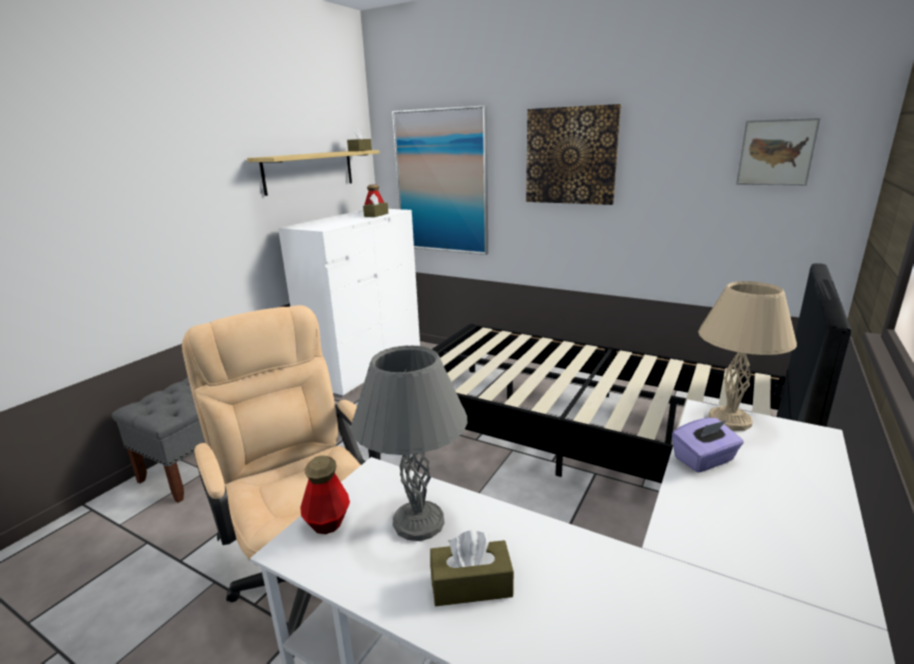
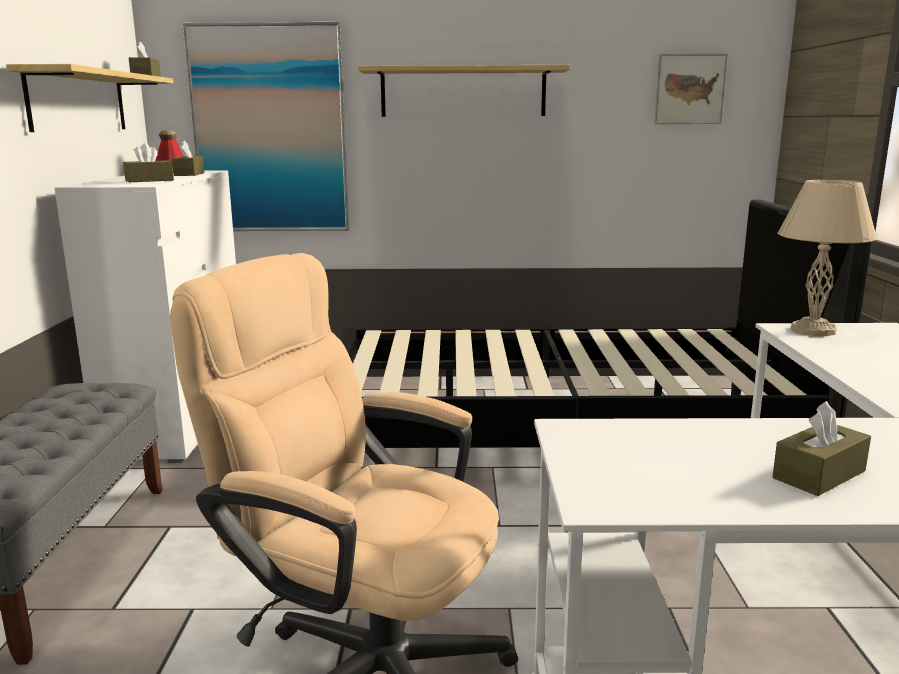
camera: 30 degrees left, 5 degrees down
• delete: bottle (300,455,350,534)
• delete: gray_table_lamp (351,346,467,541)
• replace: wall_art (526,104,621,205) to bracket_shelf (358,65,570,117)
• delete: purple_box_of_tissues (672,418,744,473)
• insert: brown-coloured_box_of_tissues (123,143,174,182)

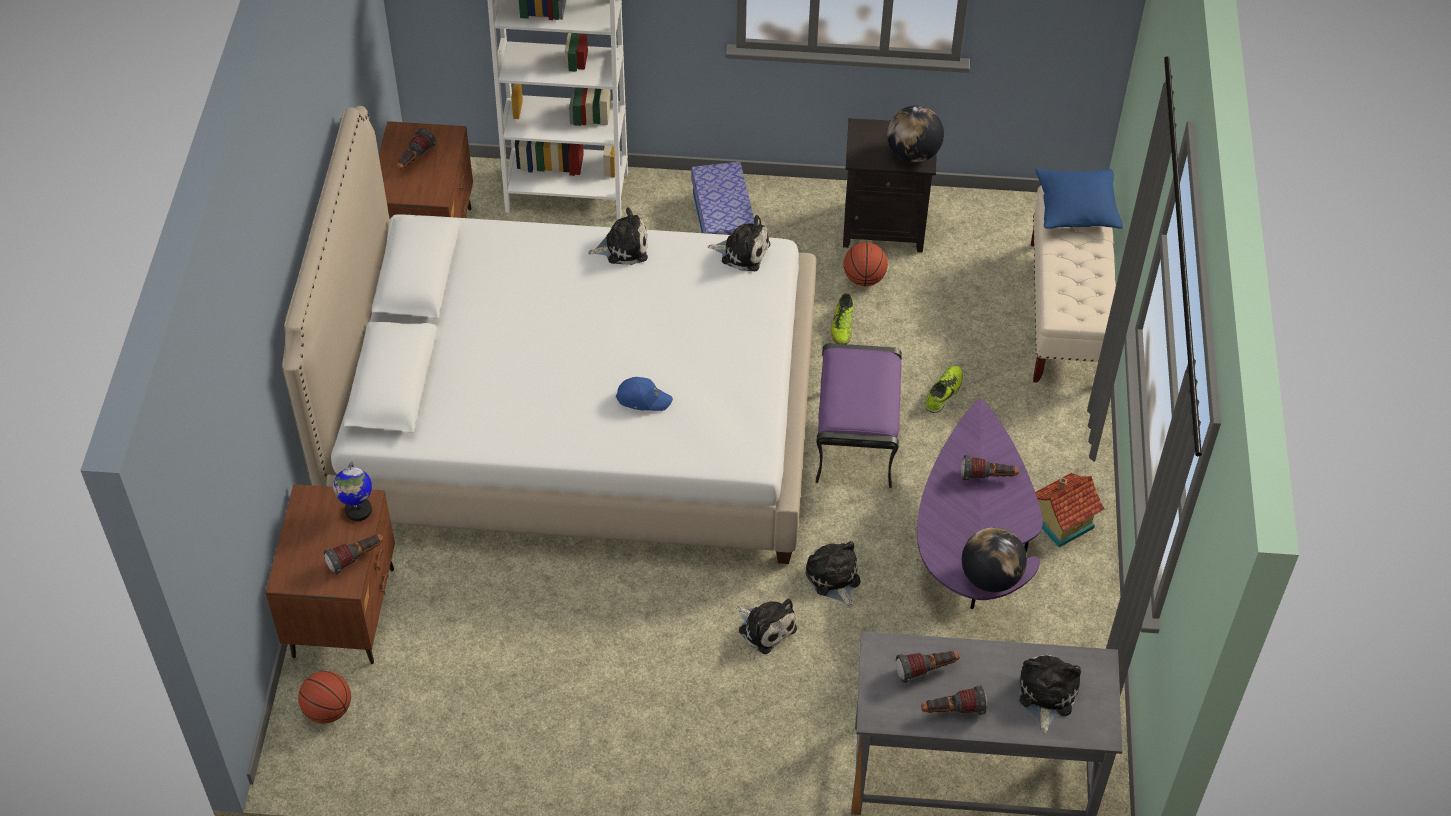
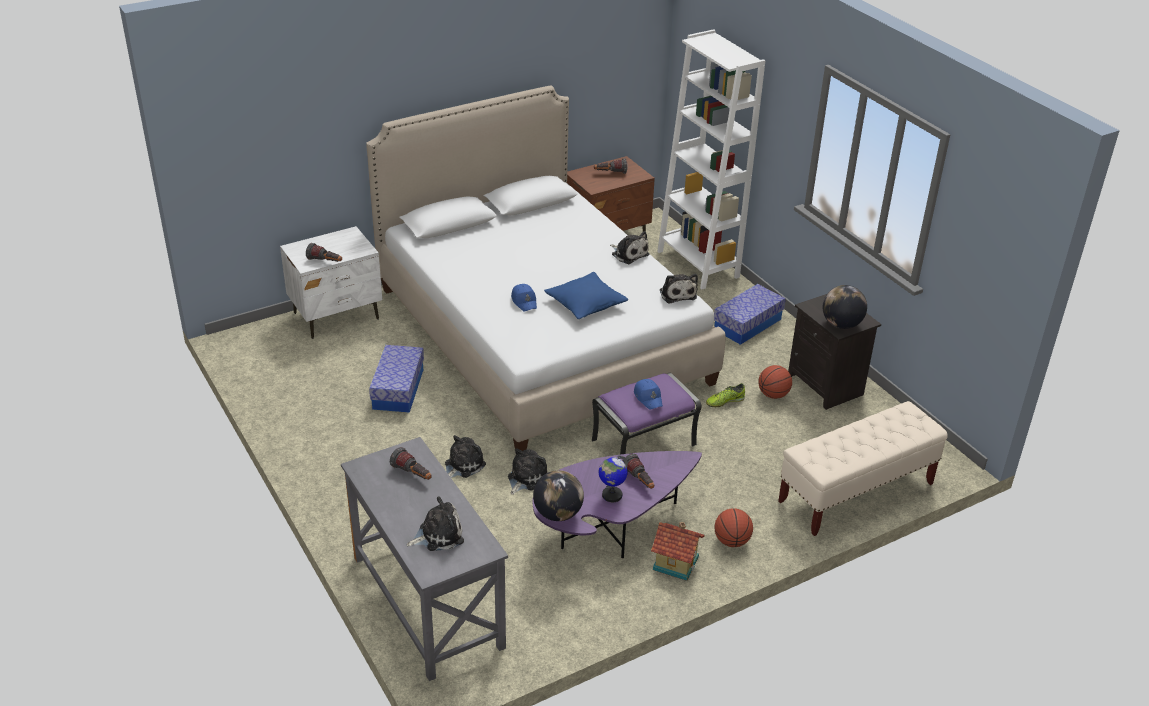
camera: 55 degrees right, 15 degrees down
• recolor: brown-coloured_night_table (265,484,395,664) to whitish_night_table (280,226,382,339)
• move: ball_for_basketball (298,671,351,724) to (714,508,753,547)
• move: world_globe (333,461,372,521) to (599,455,628,502)
• rotate: plush_toy (735,598,797,654) = (445,435,486,478) 150 degrees counterclockwise
• delete: hand_torch (921,685,987,715)
• delete: item_of_footwear (925,365,963,413)
• move: blue-coloured_pillow (1036,168,1123,229) to (544,272,628,319)
• insert: storage_box (369,345,424,413)
• insert: blue-coloured_baseball_cap (634,379,663,409)

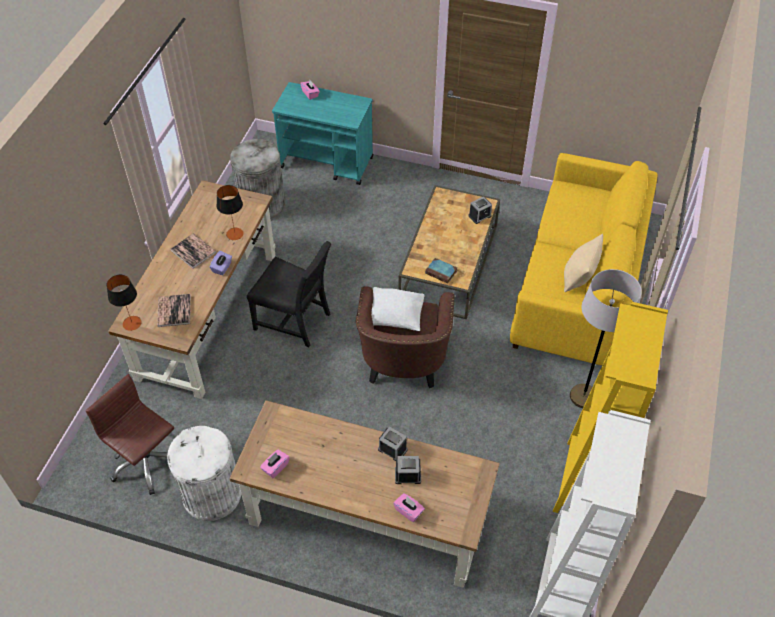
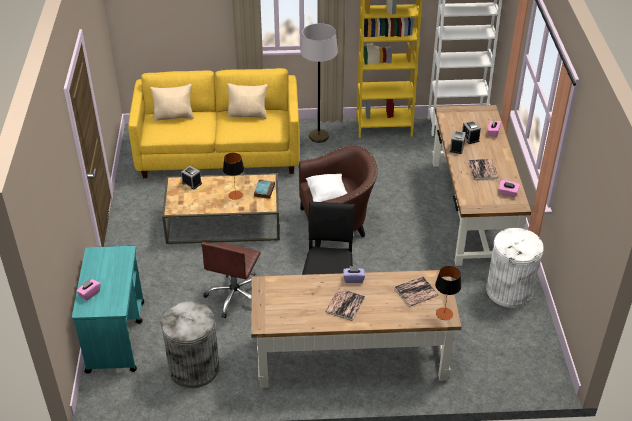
camera: 110 degrees left, 10 degrees down
• move: brown-coloured_computer_chair (86,374,174,495) to (201,242,261,318)
• move: table_lamp (217,185,244,240) to (223,153,244,200)
• insert: beige-coloured_pillow (151,84,194,121)
• insert: bound_book (468,159,499,180)

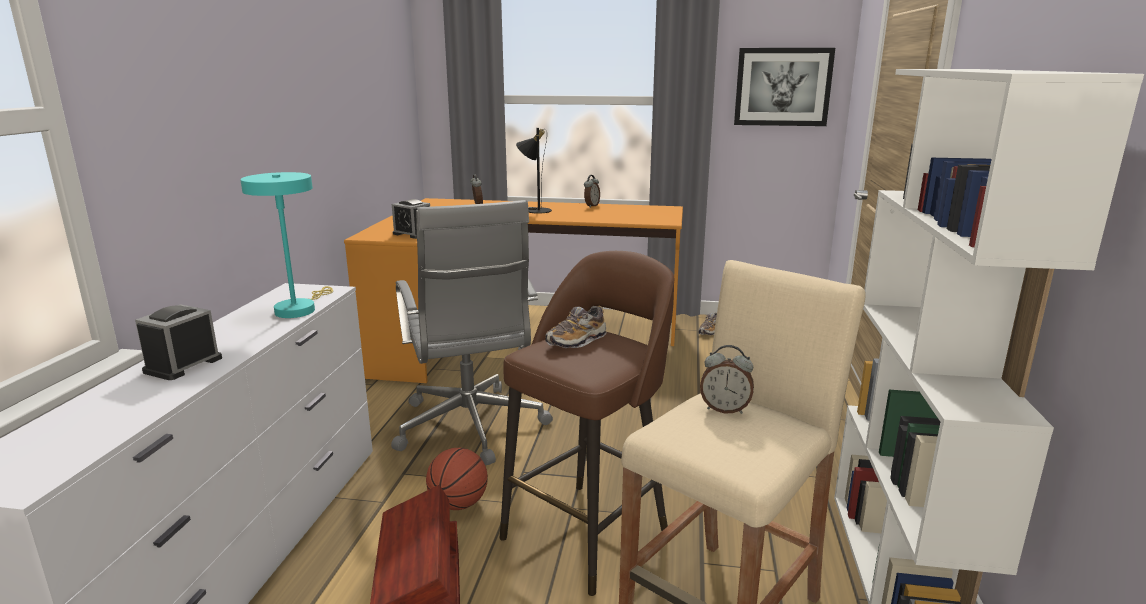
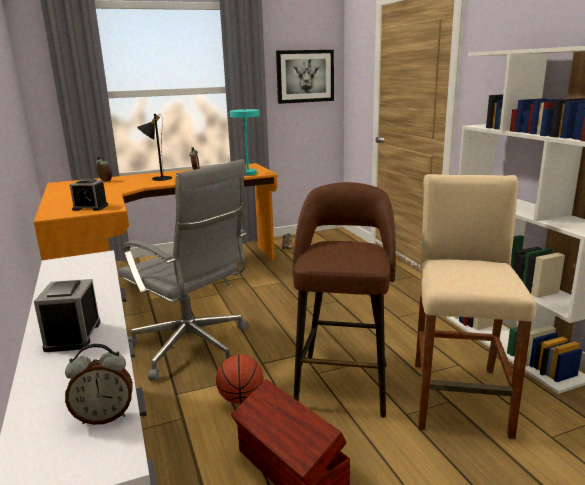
camera: 30 degrees left, 0 degrees up
• move: turquoise-coloured_table_lamp (240,172,333,318) to (230,109,259,176)
• delete: item_of_footwear (545,306,607,348)
• move: table_clock (700,345,754,414) to (65,344,133,425)

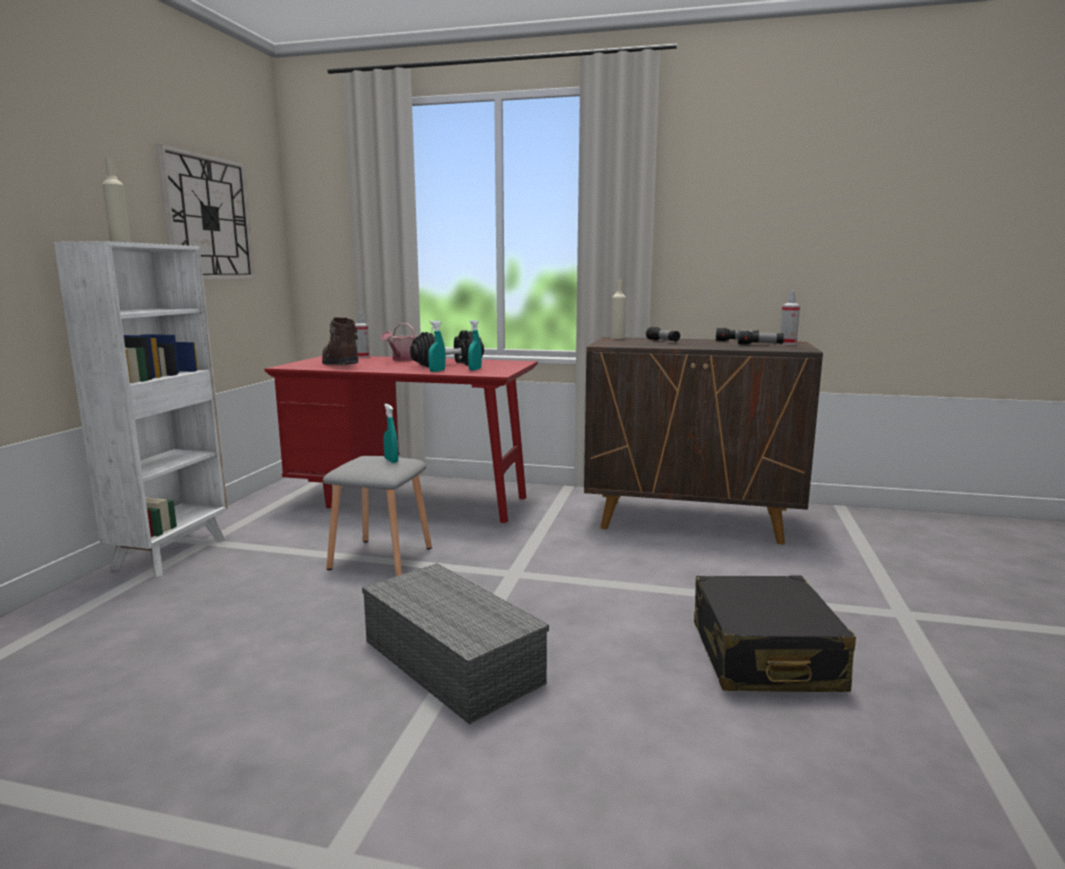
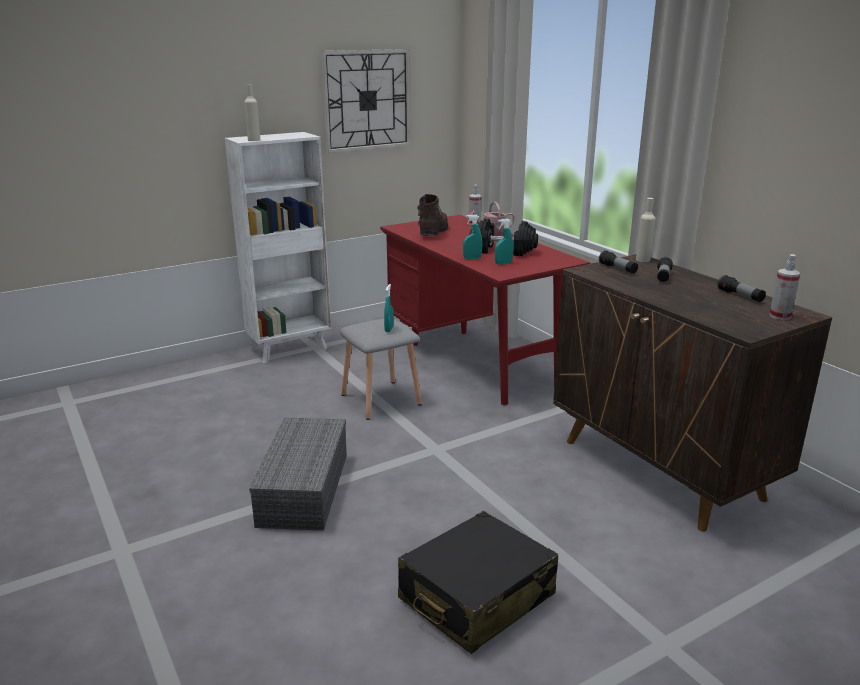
camera: 45 degrees right, 10 degrees up
• move: hand_torch (738,331,784,345) to (599,250,638,274)

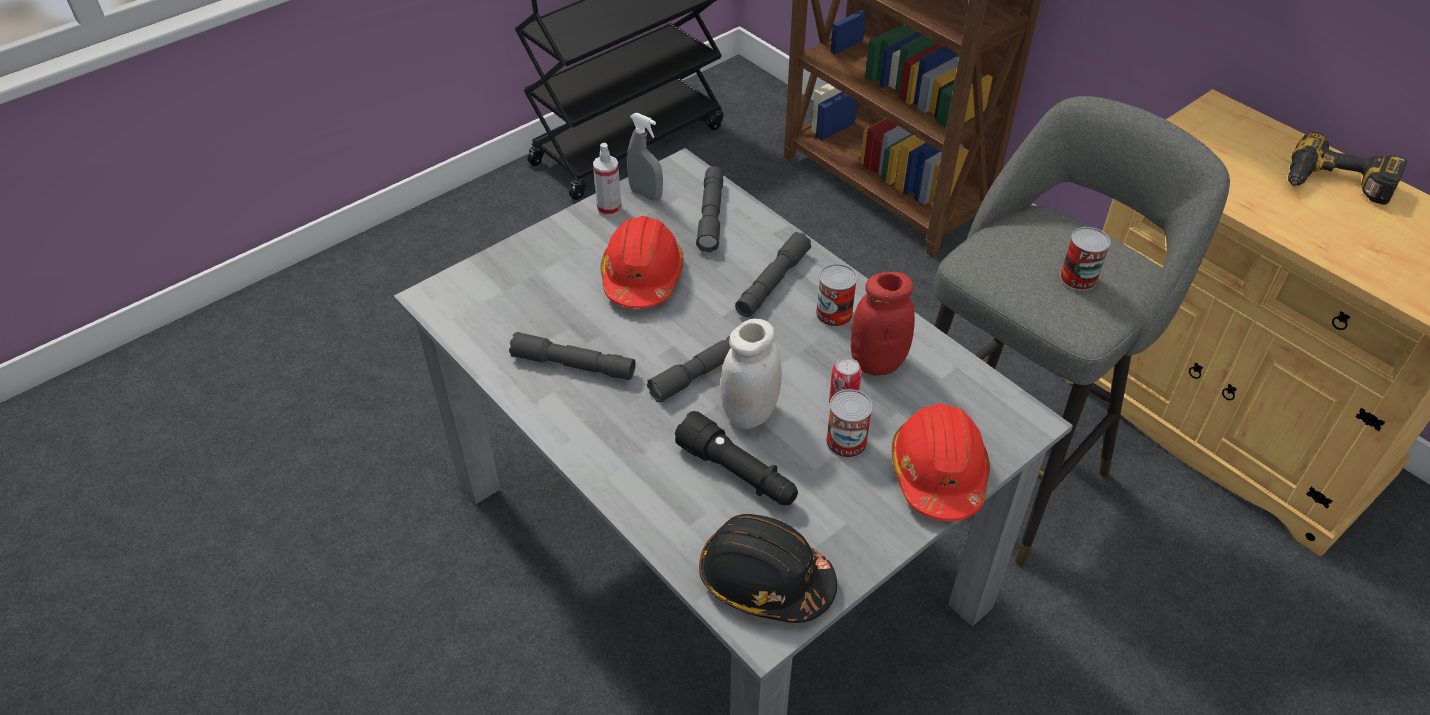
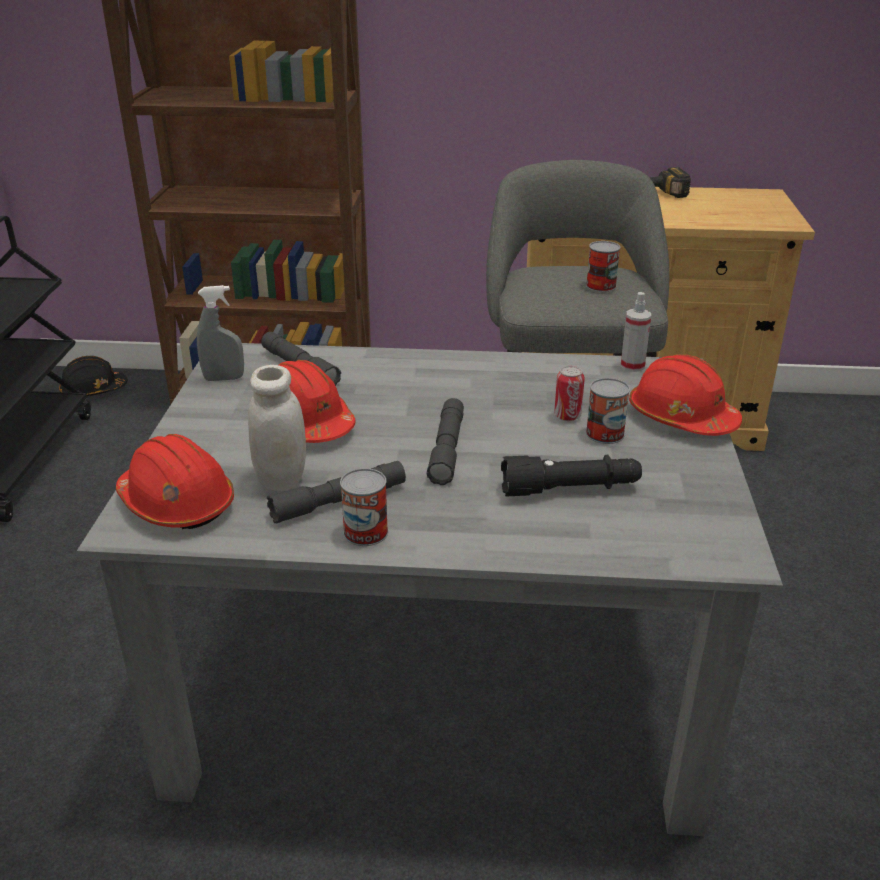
camera: 45 degrees left, 15 degrees down
• move: spray_bottle (593,143,622,216) to (621,292,651,372)
• move: black_work_helmet (699,514,837,623) to (59,356,128,396)
• move: whitish_storage_jar (721,319,782,429) to (248,365,306,491)
• delete: gray_hand_torch (735,232,812,317)
• move: sealed_can (816,264,857,327) to (340,468,388,546)
• delete: red_storage_jar (851,272,915,376)
• insert: red_work_helmet (116,434,234,529)

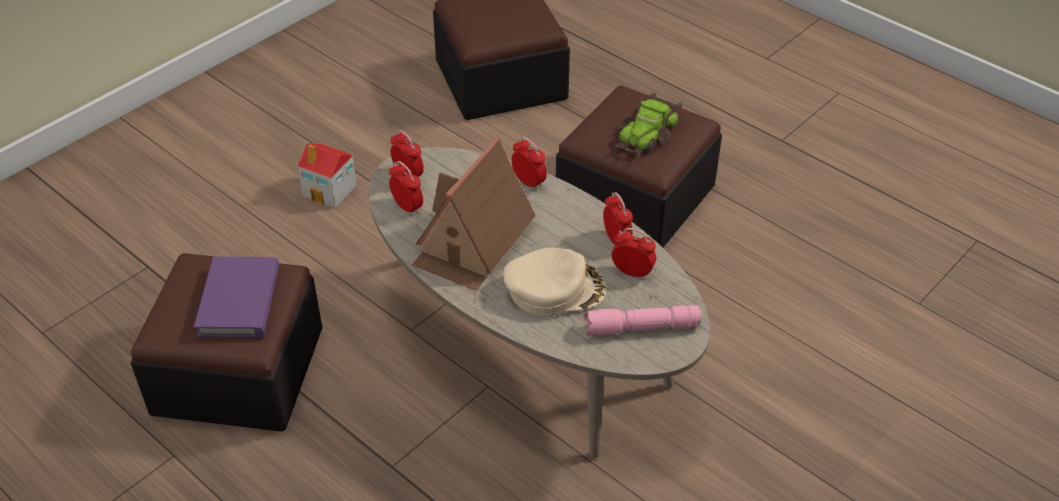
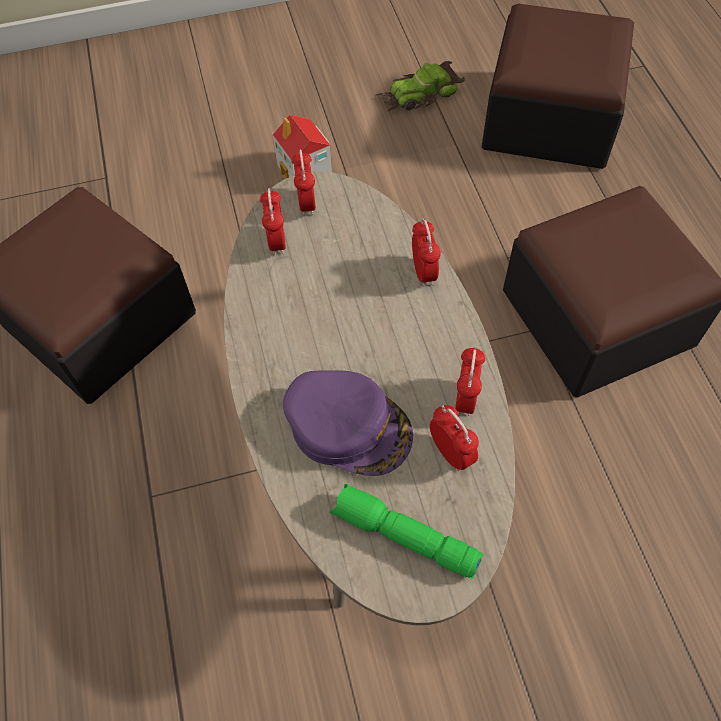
camera: 35 degrees right, 15 degrees up
• delete: purple_bound_book (194,257,279,338)
• delete: toy_house (412,136,536,291)
• recolor: beige-coloured_baseball_cap (503,248,607,317) to purple_baseball_cap (283,371,413,476)
• recolor: pink-coloured_hand_torch (583,305,702,336) to greenish_hand_torch (330,484,483,579)
• move: toy_car (610,93,682,159) to (376,61,465,112)

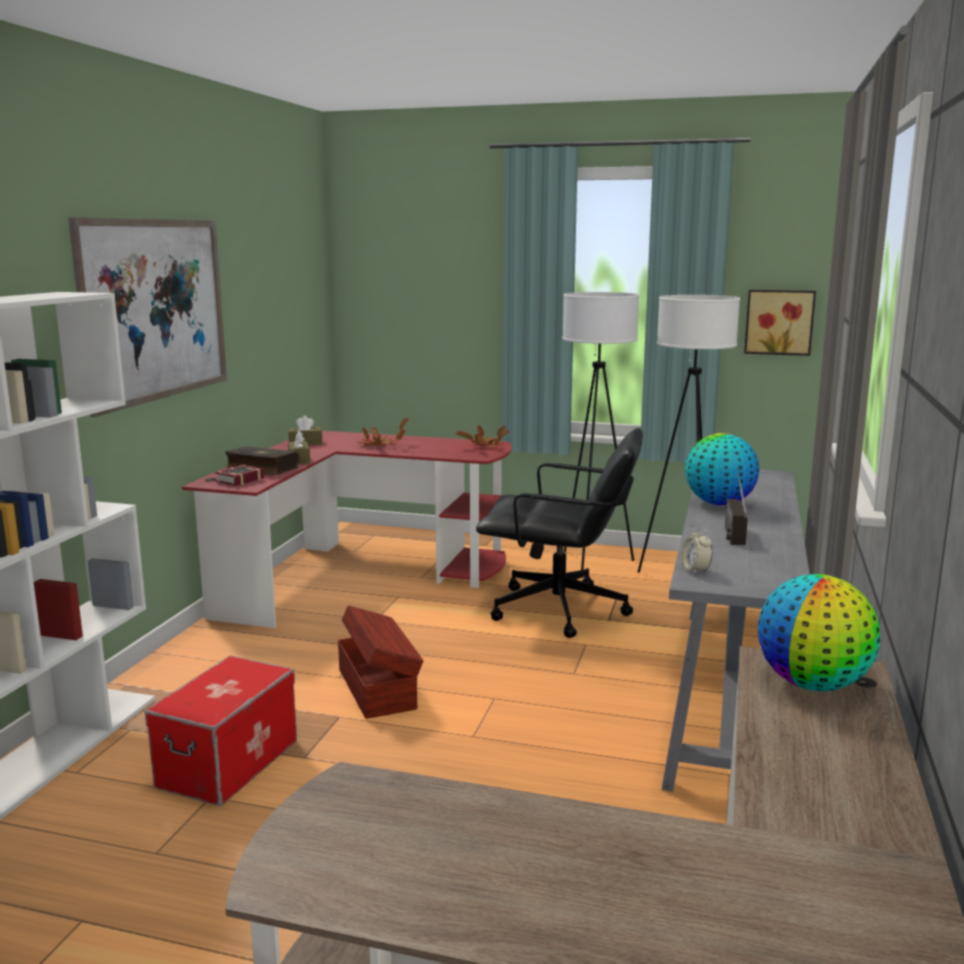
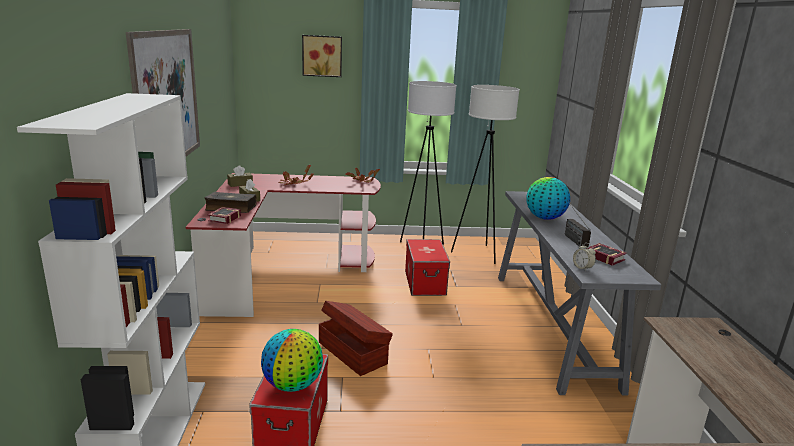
camera: 20 degrees left, 5 degrees up
• replace: black_computer_chair (476,428,643,638) to storage_box (405,239,450,296)
• move: wall_art (744,290,816,356) to (302,35,342,77)
• move: world_globe (758,574,880,691) to (261,329,323,392)
• insert: bound_book (586,243,627,266)

